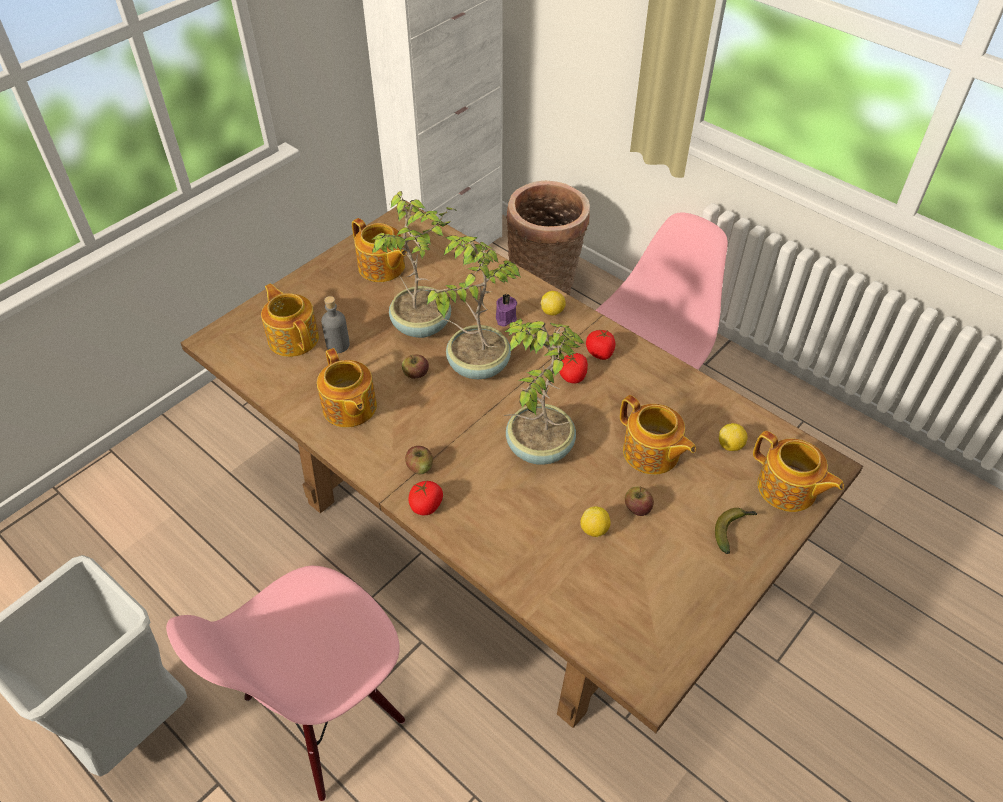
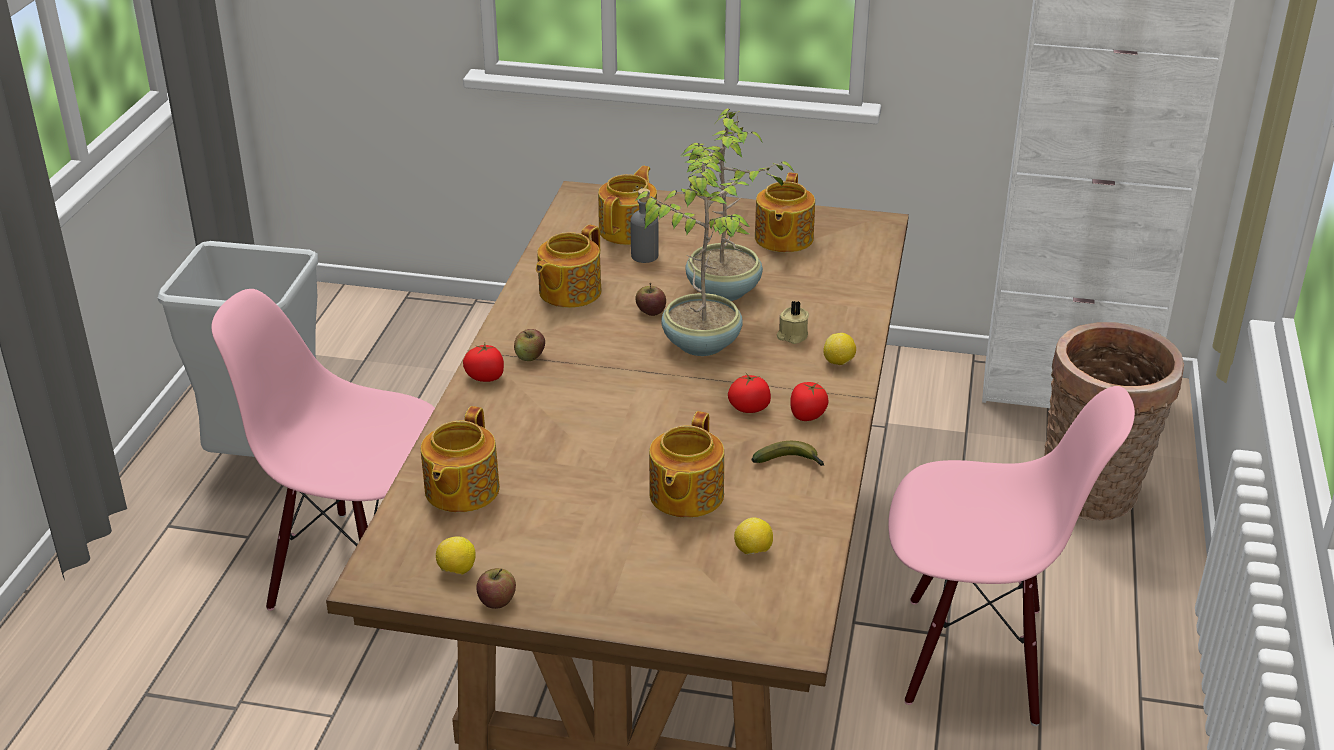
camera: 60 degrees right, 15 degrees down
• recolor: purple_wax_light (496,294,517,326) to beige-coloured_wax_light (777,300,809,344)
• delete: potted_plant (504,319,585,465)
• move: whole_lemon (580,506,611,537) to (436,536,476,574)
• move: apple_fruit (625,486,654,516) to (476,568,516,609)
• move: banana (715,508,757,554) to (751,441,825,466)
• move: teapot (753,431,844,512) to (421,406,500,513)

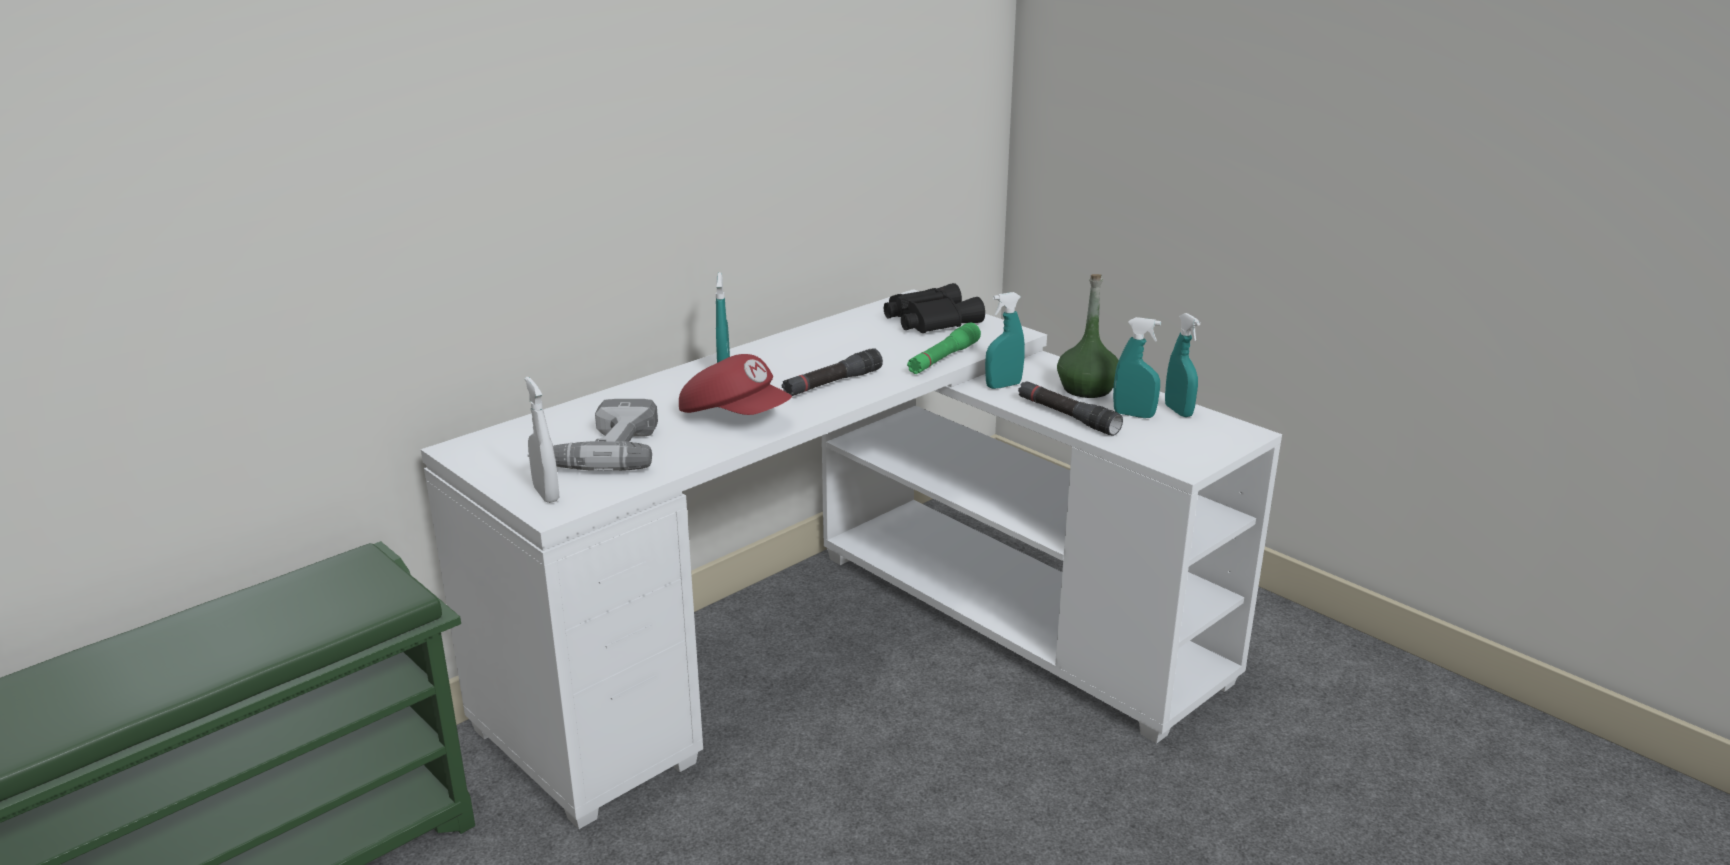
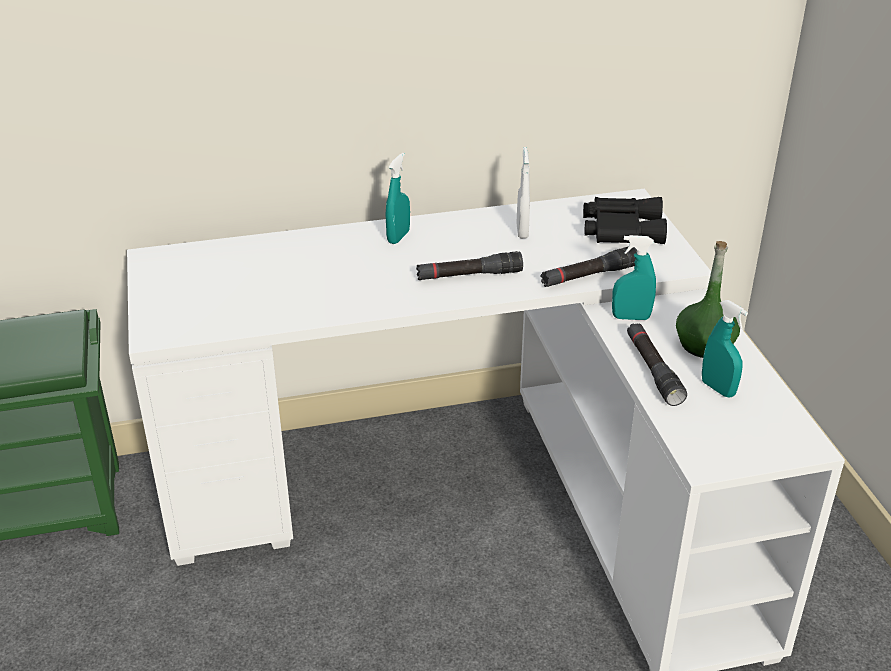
camera: 30 degrees right, 10 degrees up
• move: whitish_spray_bottle (525,377,559,503) to (517,147,530,239)
• delete: power_drill (527,399,658,471)
• delete: red_baseball_cap (679,354,792,415)
• recolor: greenish_hand_torch (907,323,981,374) to black_hand_torch (540,247,637,287)
• delete: turquoise-coloured_spray_bottle (1165,313,1201,417)

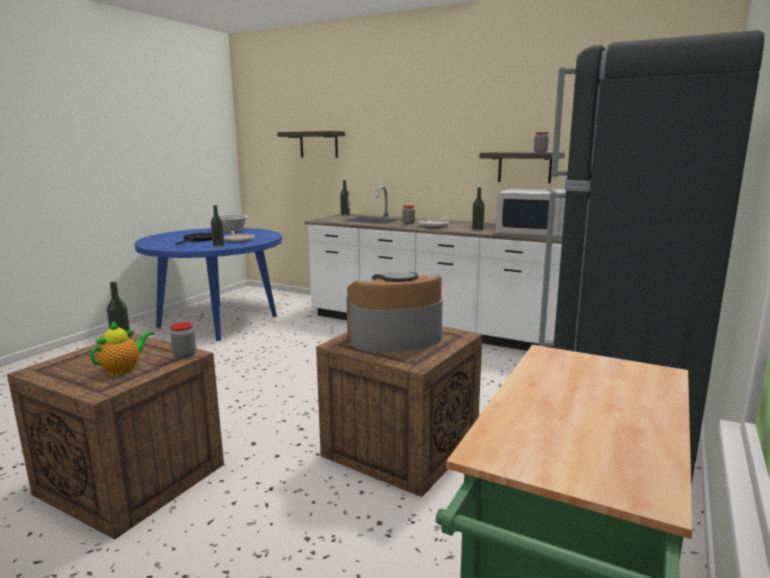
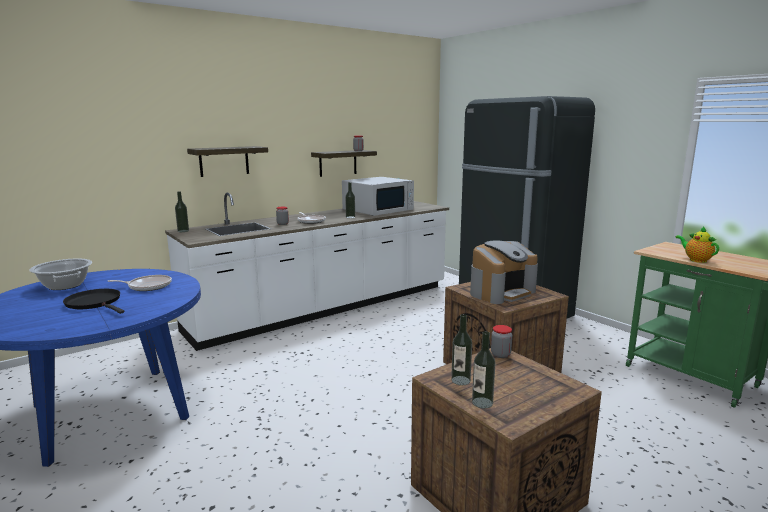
camera: 65 degrees left, 0 degrees up
• move: teapot (90,321,154,375) to (675,226,719,263)
• move: bottle (211,205,224,247) to (472,331,496,408)
• move: bracket_shelf (277,131,345,158) to (187,146,268,177)
• rotate: coffee_brewer (346,272,443,352) = (470,240,538,304) 135 degrees counterclockwise

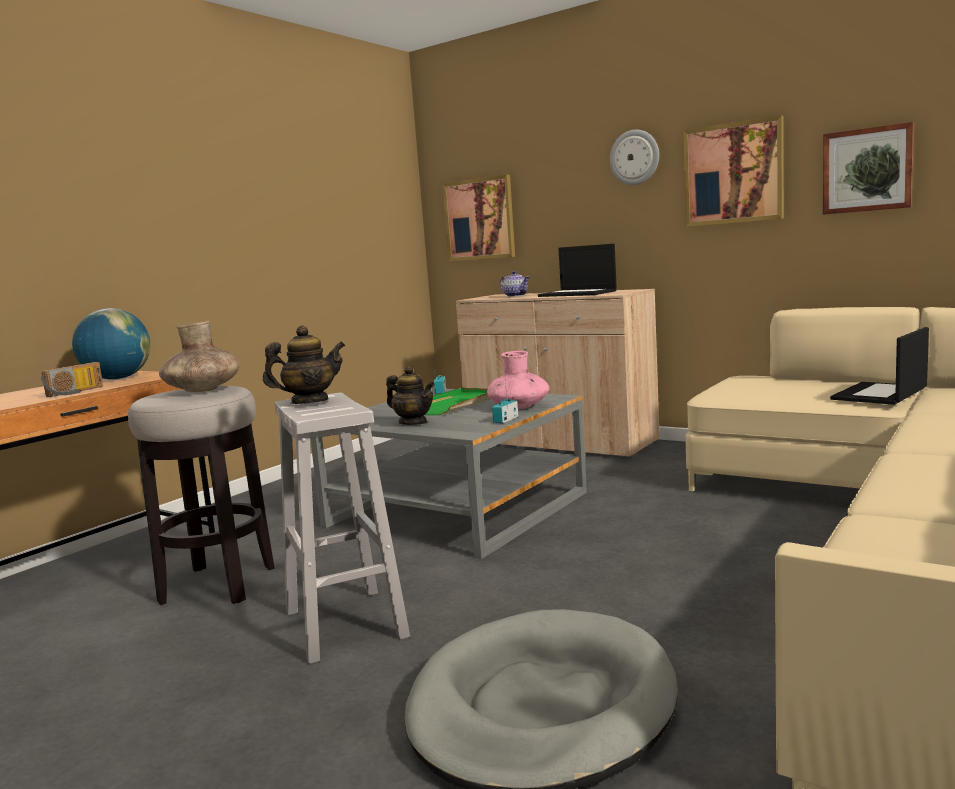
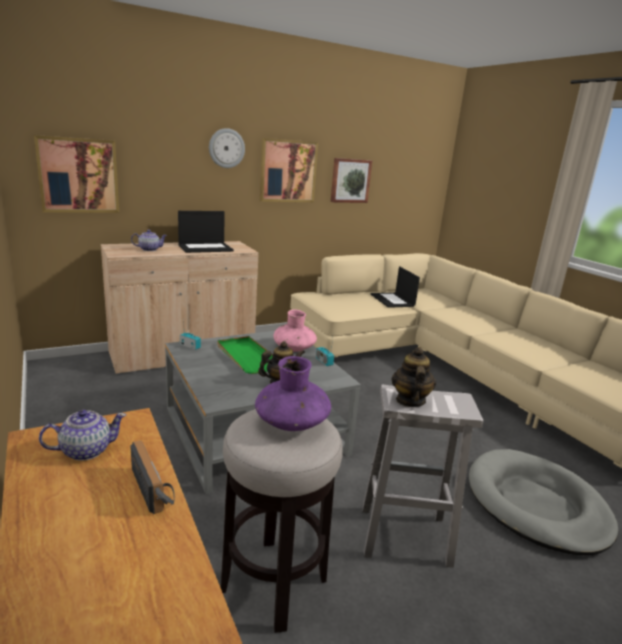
camera: 65 degrees left, 10 degrees up
• replace: world_globe (72,308,151,380) to teapot (39,410,126,461)
• recolor: brown-coloured_decorative_vase (159,321,240,392) to purple_decorative_vase (255,356,331,431)

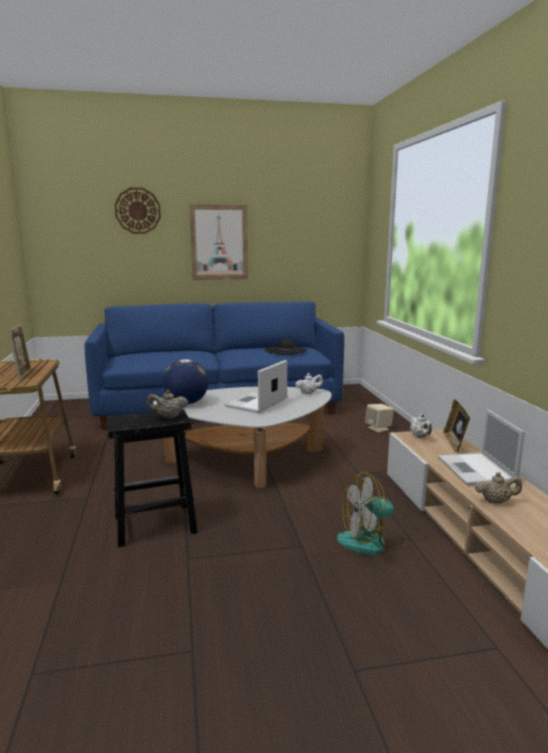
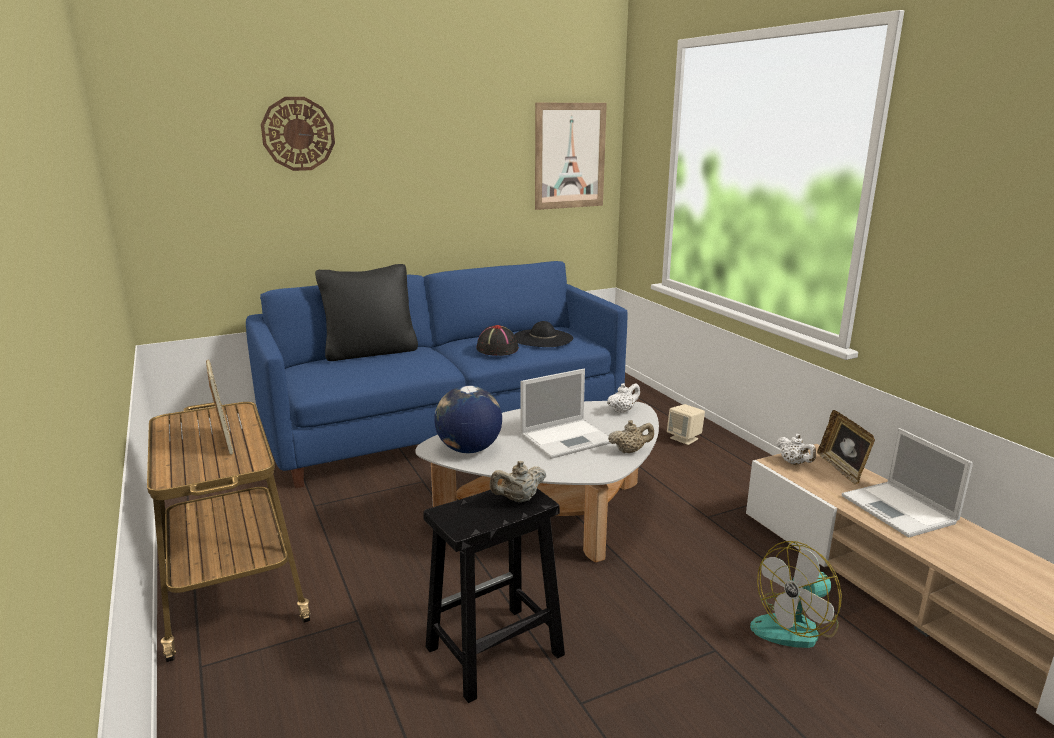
camera: 15 degrees left, 5 degrees up
• move: wall_art (189,204,248,280) to (535,103,607,210)
• rotate: laptop (225,360,287,413) = (520,369,611,459) 135 degrees counterclockwise
• move: beige-coloured_teapot (475,472,522,504) to (608,420,654,453)
• insert: black_pillow (315,264,418,361)
• insert: black_clothing_hat (476,325,519,356)

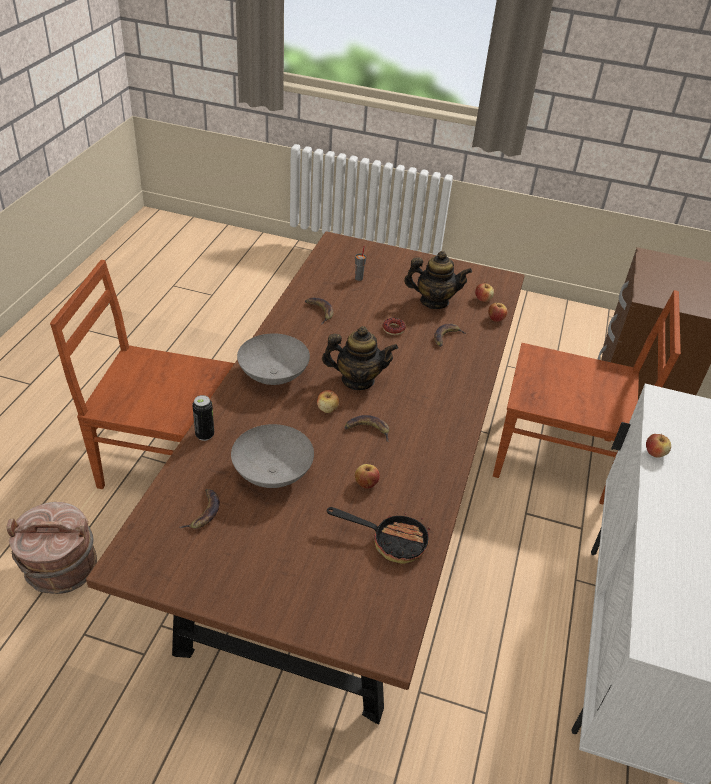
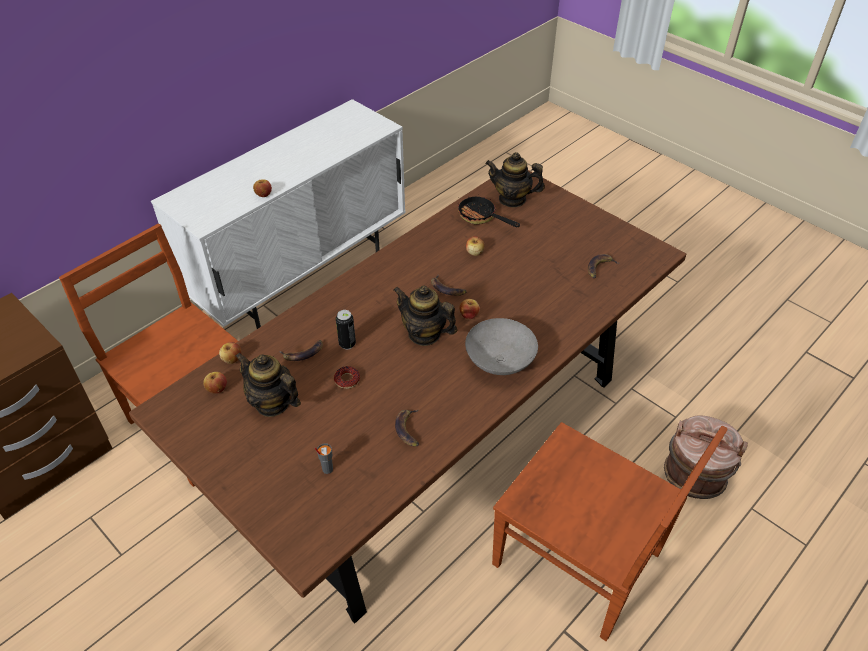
camera: 150 degrees left, 5 degrees up
• move: sealed_can (192,395,214,441) to (336,310,356,349)
• delete: gray_deep_dish (231,424,314,488)
• insert: teapot (486,152,545,208)

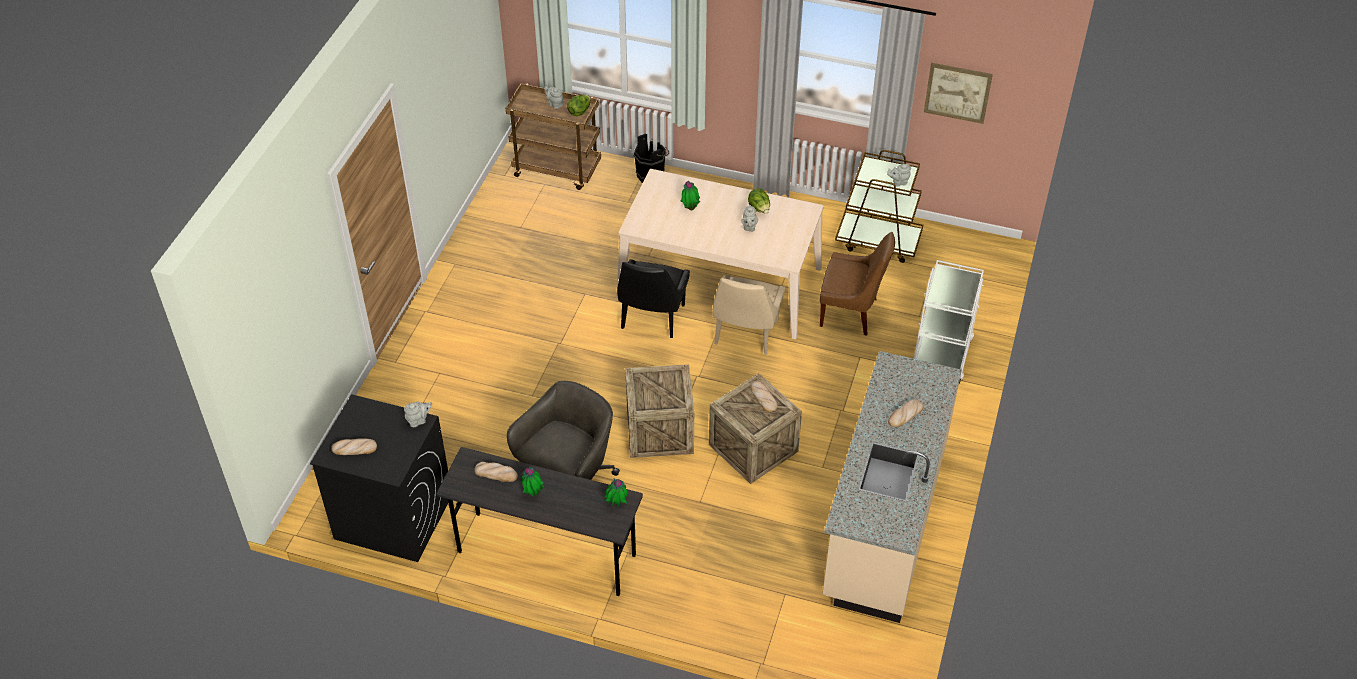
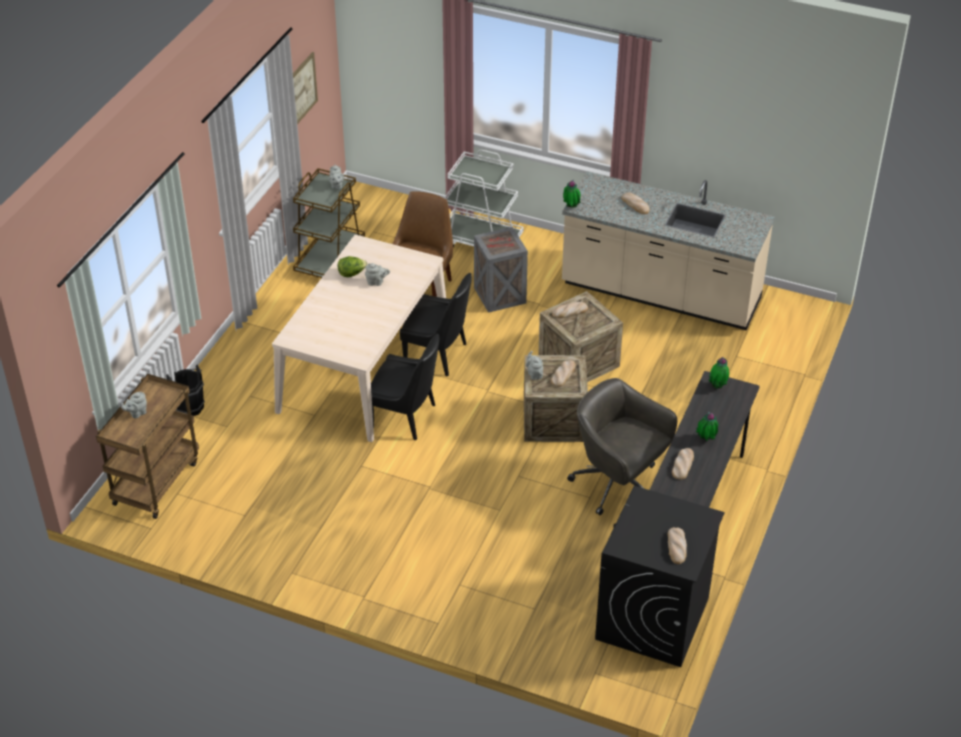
camera: 85 degrees left, 5 degrees down
• move: gray_teapot (404,401,432,427) to (526,351,543,380)
• delete: lettuce (567,95,591,116)
• move: potted_plant (681,181,700,210) to (563,180,580,208)
• recolor: beige-coloured_plain_chair (713,275,785,355) to black_plain_chair (400,273,472,377)
• insert: crate (474,227,528,313)
• insert: bakery_bread (551,360,576,387)

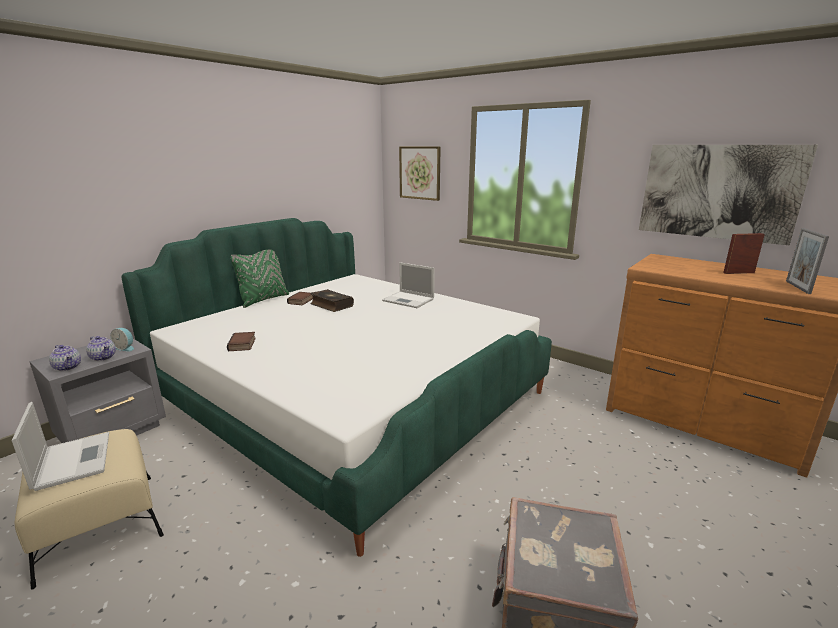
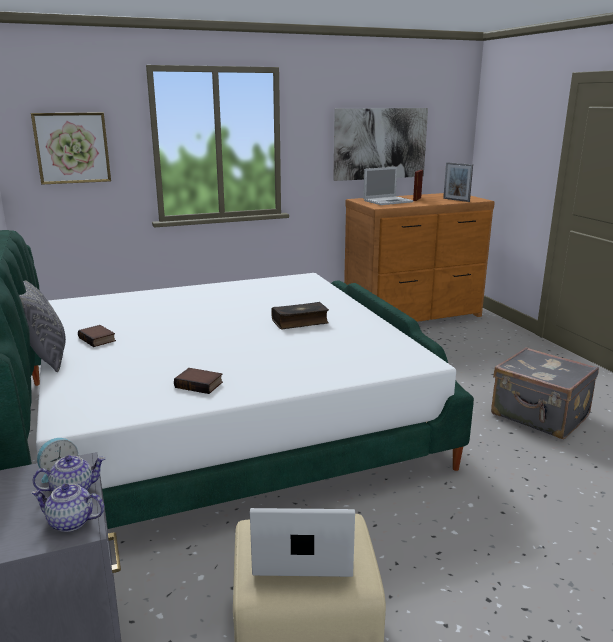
camera: 60 degrees left, 0 degrees up
• rotate: teapot (49,345,81,371) = (31,484,104,532) 150 degrees counterclockwise
• recolor: greenish_pillow (231,249,289,308) to gray_pillow (19,280,66,372)
• move: bound_book (310,289,354,312) to (272,302,329,329)
• move: laptop (382,262,435,308) to (363,167,414,205)

